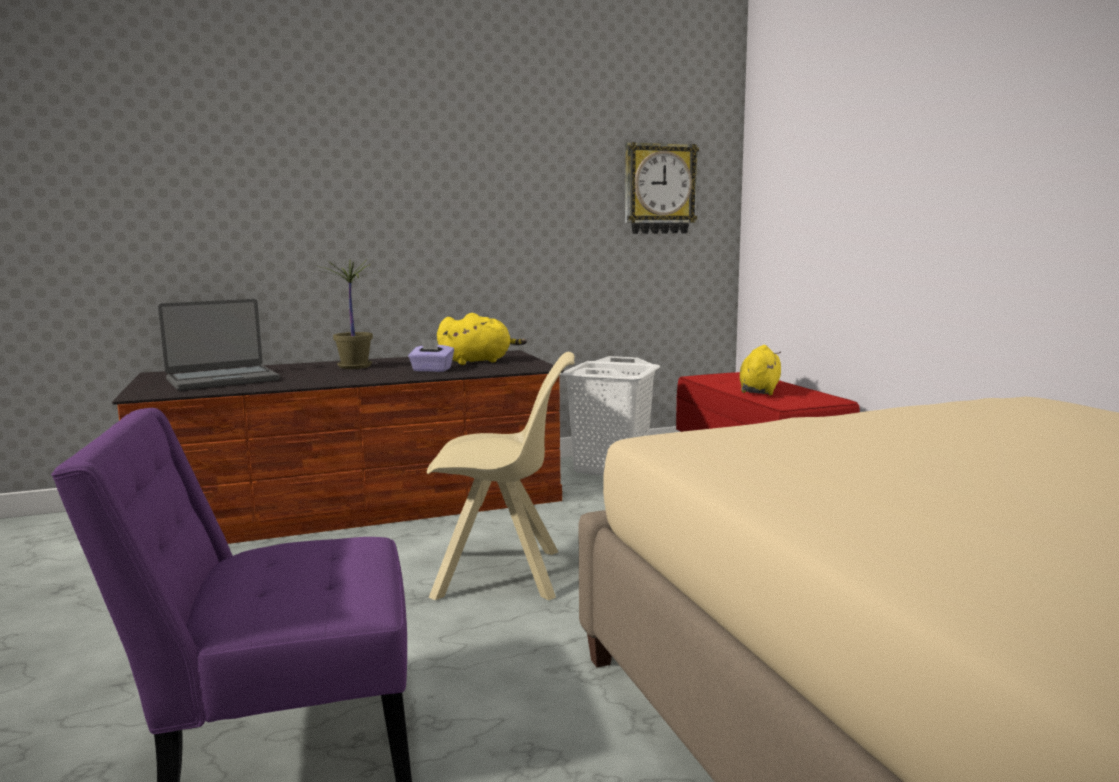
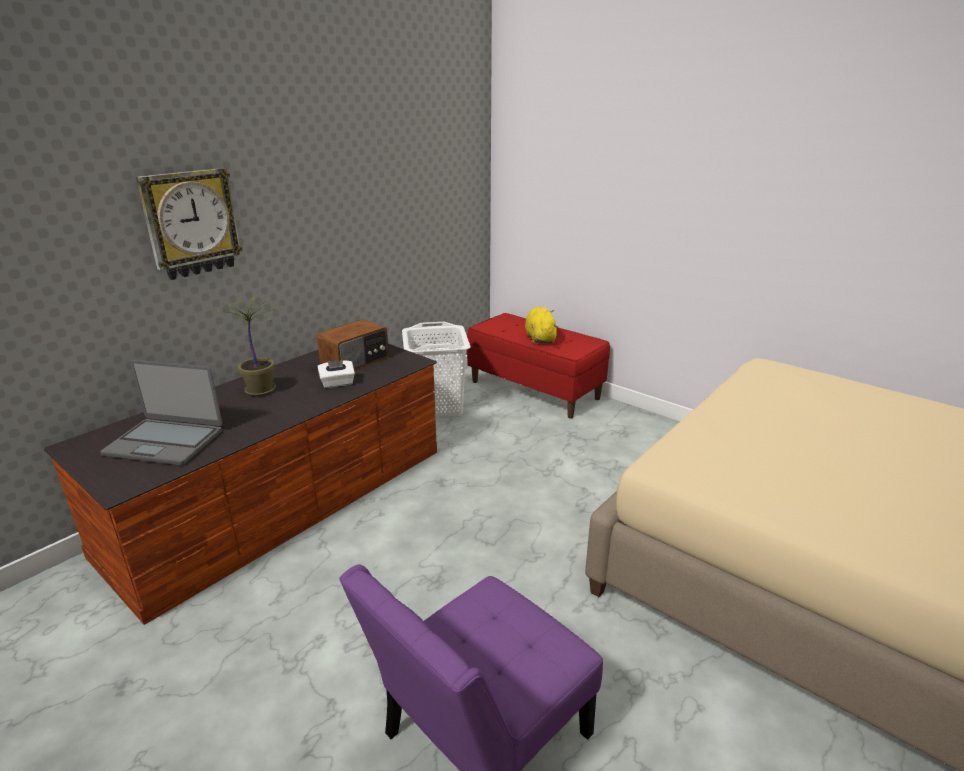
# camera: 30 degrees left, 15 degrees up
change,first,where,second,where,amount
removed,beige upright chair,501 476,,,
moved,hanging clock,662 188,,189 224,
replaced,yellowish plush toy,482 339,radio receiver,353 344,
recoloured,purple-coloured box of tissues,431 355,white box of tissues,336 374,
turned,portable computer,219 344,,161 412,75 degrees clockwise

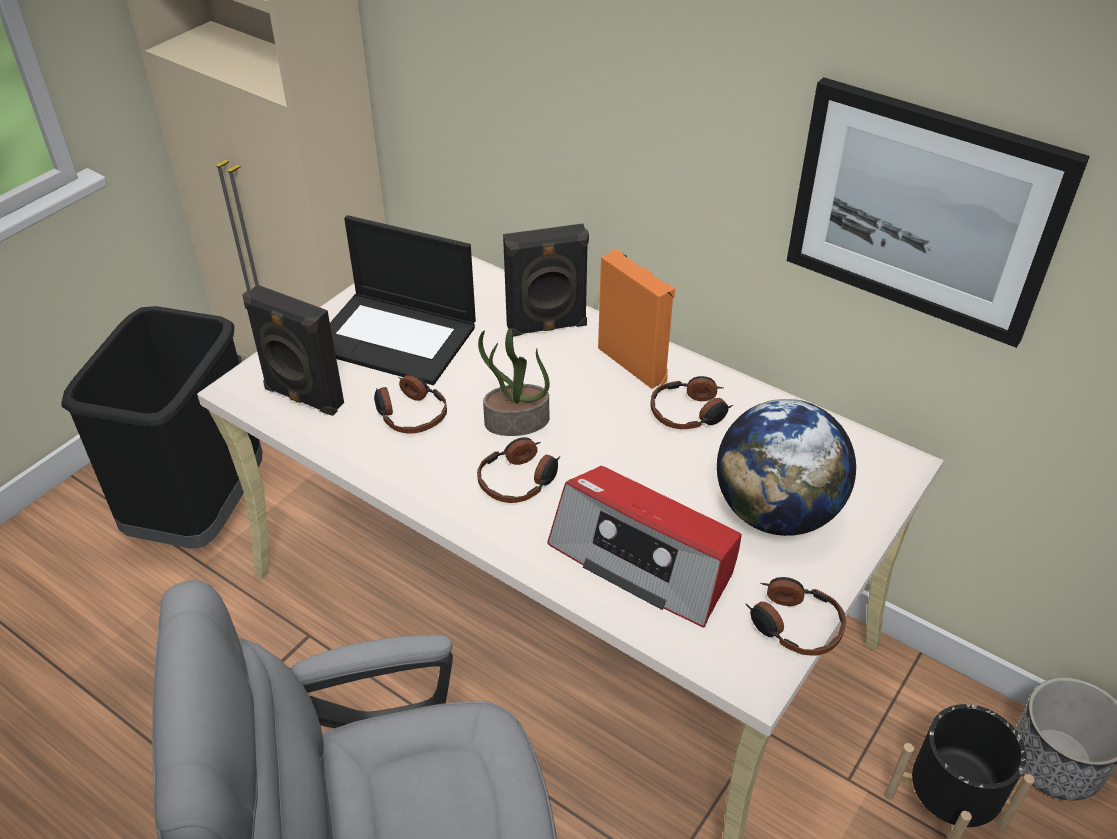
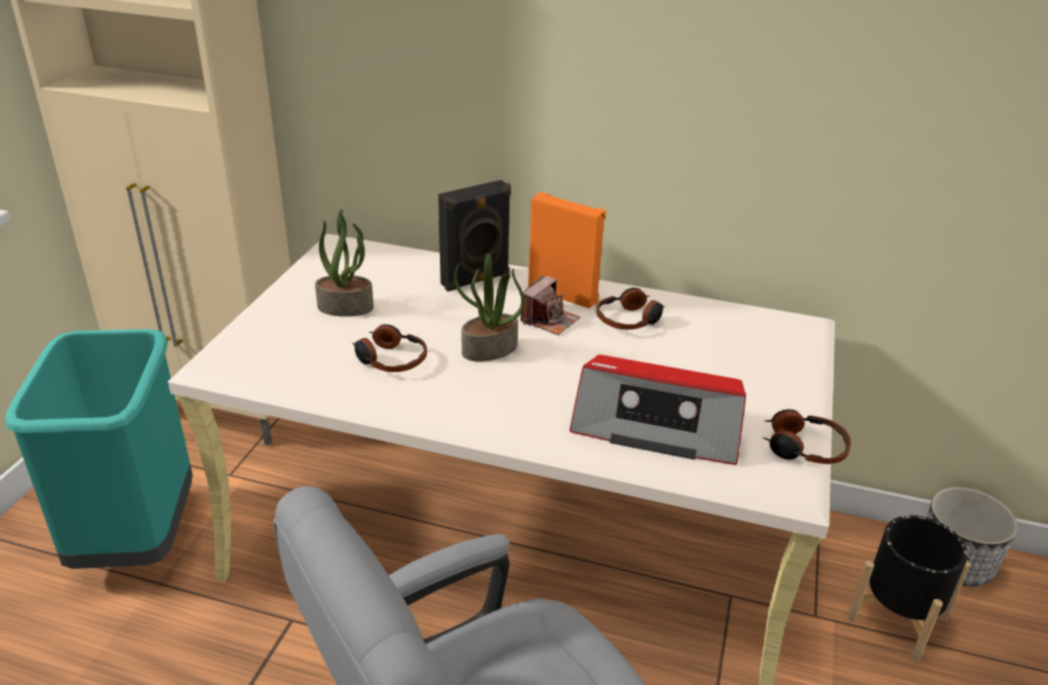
# camera: 20 degrees left, 10 degrees down
change,first,where,second,where,amount
removed,blackish audio speaker,293 350,,,
removed,headphones,518 470,,,
removed,world globe,786 467,,,
removed,wall art,938 212,,,
added,,,photo camera,550 305,
replaced,portable computer,403 300,houseplant,344 263,
recoloured,blackish rubbish bin,161 427,turquoise rubbish bin,99 449,

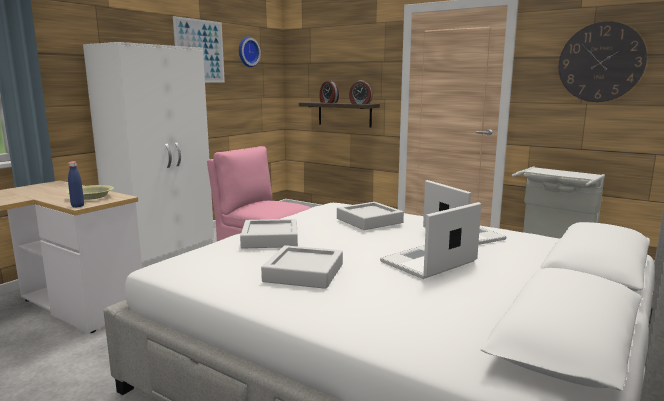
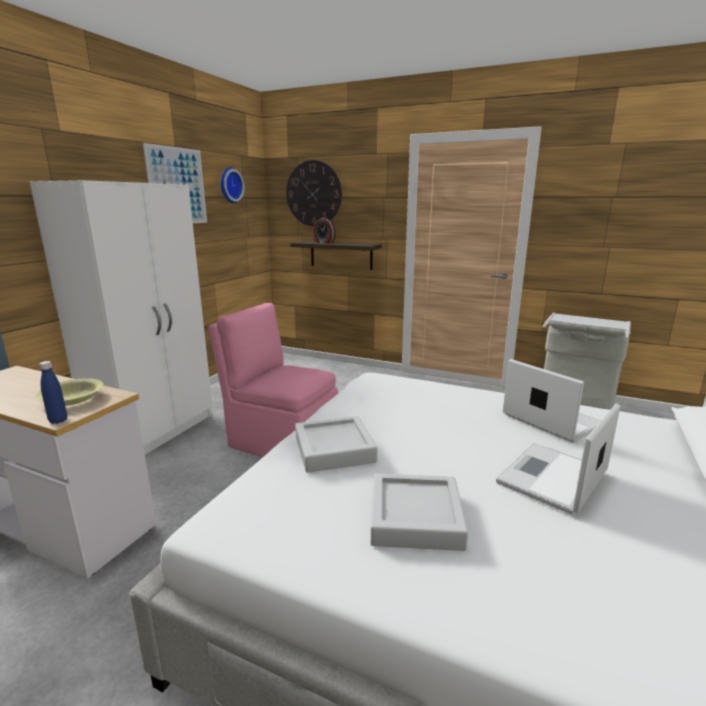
# camera: 10 degrees left, 5 degrees up
change,first,where,second,where,amount
removed,gray serving tray,370 216,,,
removed,bedside clock,361 92,,,
moved,hanging clock,603 61,,314 193,

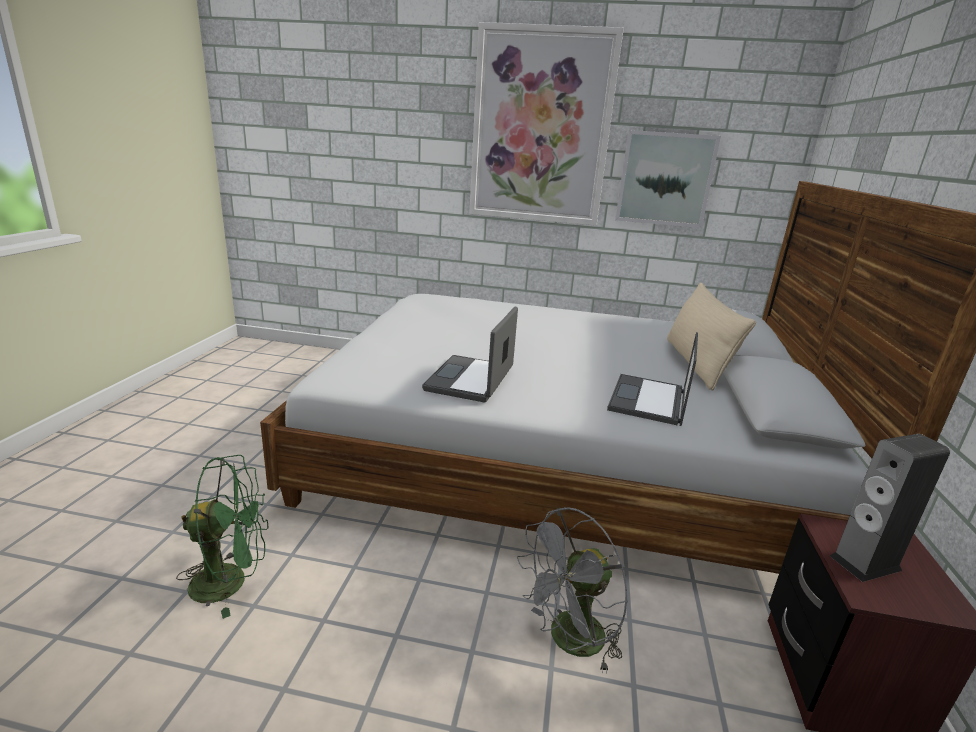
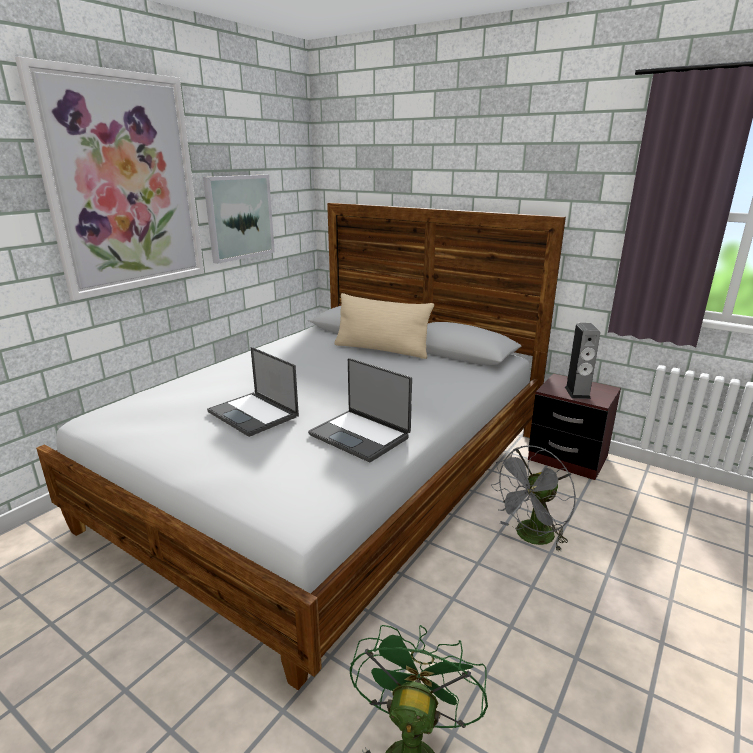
# camera: 65 degrees left, 0 degrees up
change,first,where,second,where,amount
moved,portable computer,652 379,,253 392,
turned,gray fan,572 590,,533 498,60 degrees clockwise

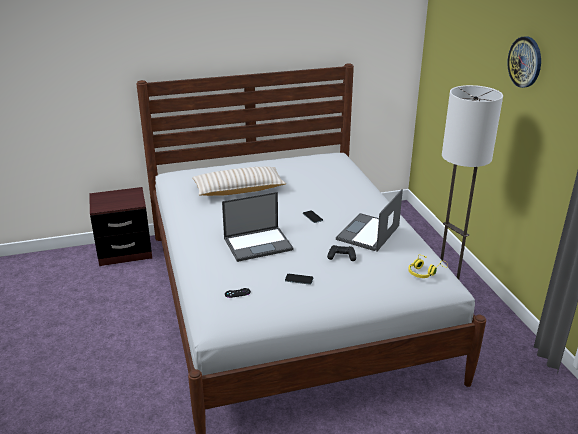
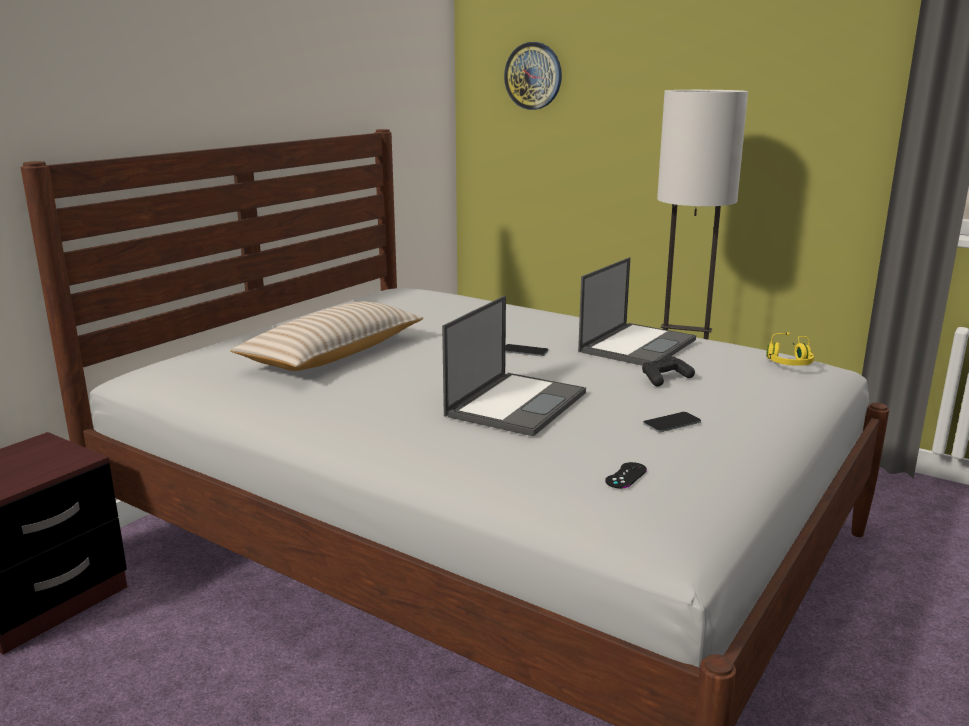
# camera: 40 degrees left, 10 degrees down
change,first,where,second,where,amount
moved,hanging clock,524 62,,533 76,
turned,portable computer,369 220,,637 311,135 degrees counterclockwise

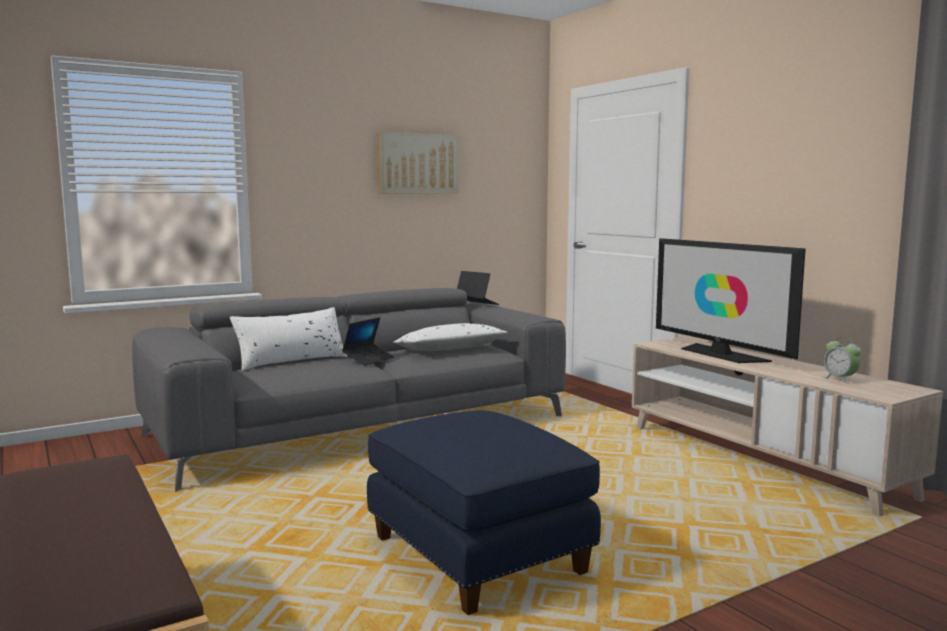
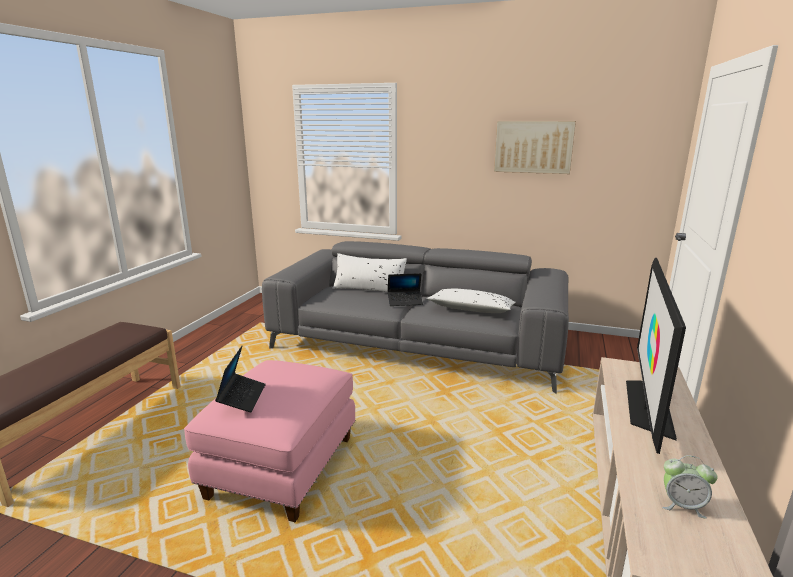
# camera: 50 degrees right, 10 degrees up
change,first,where,second,where,amount
moved,portable computer,478 288,,240 379,
recoloured,blue-coloured footrest,484 512,pinkish footrest,270 441,
turned,bedside clock,841 360,,690 487,90 degrees counterclockwise

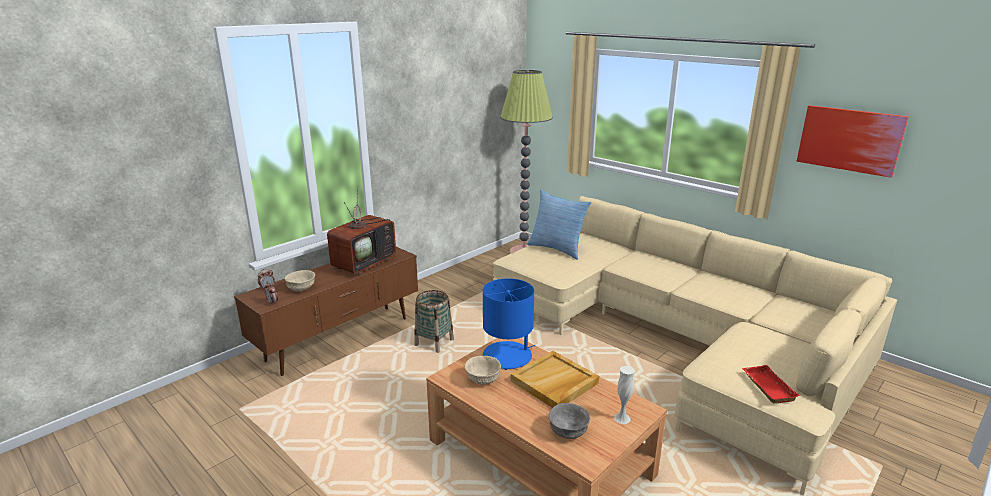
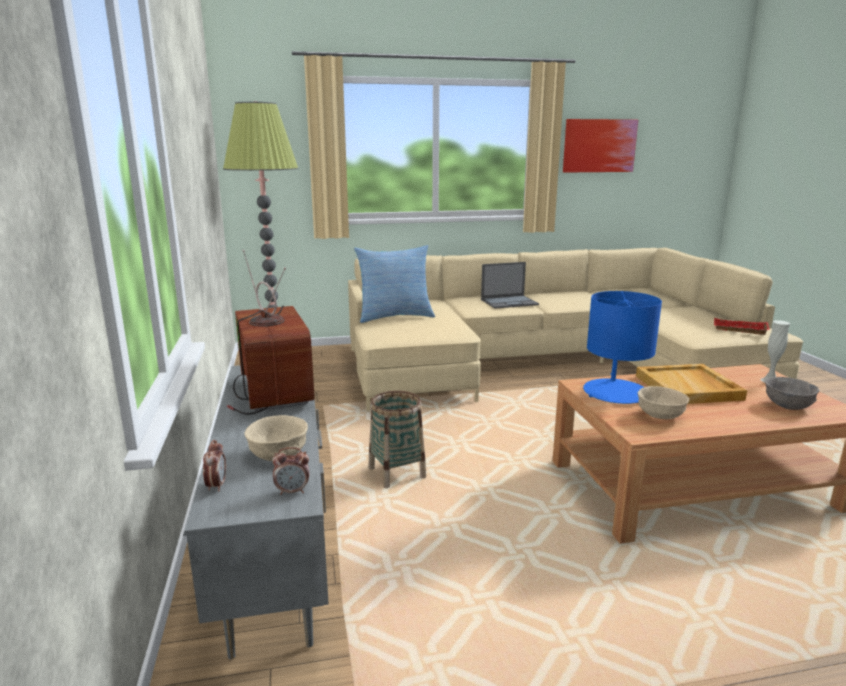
# camera: 55 degrees left, 5 degrees down
change,first,where,second,where,amount
added,,,portable computer,510 285,
recoloured,brownish media console,326 311,gray media console,256 512,

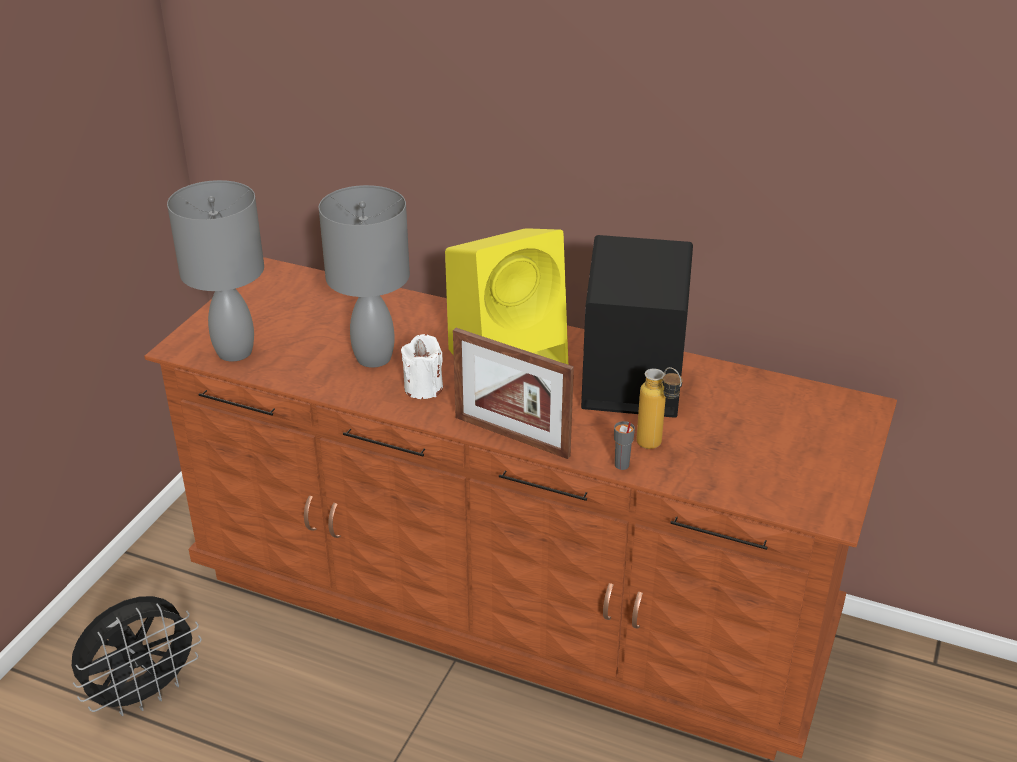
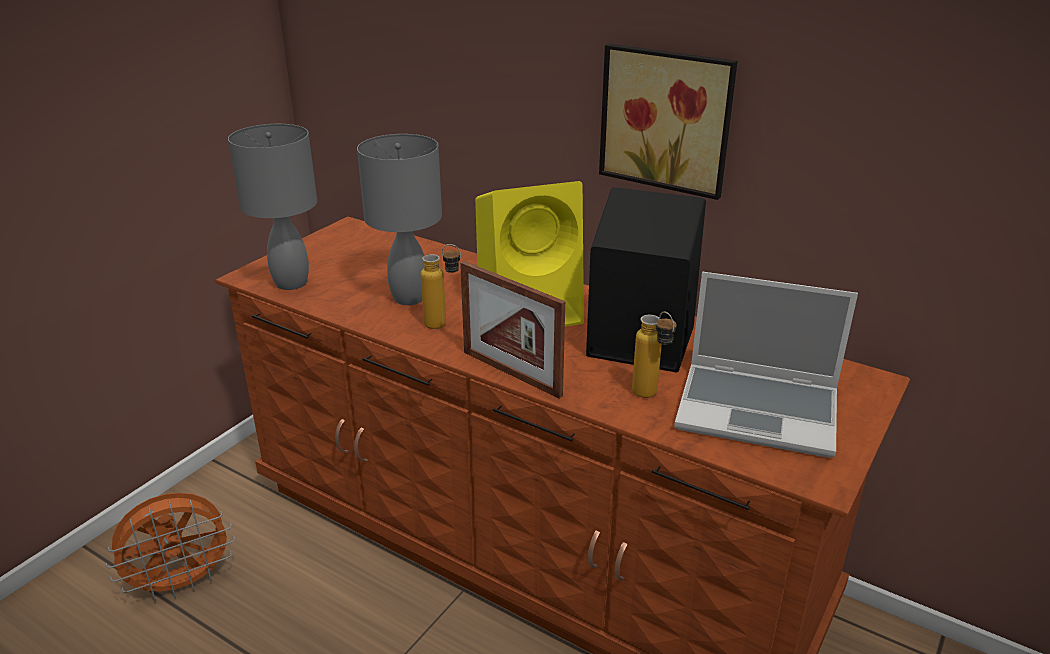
# camera: 10 degrees right, 5 degrees down
change,first,where,second,where,amount
removed,gray cup,624 445,,,
added,,,wall art,668 122,
added,,,portable computer,766 365,
replaced,white candle,422 366,beverage bottle,441 286,
recoloured,blackish fan,137 656,orange fan,170 547,

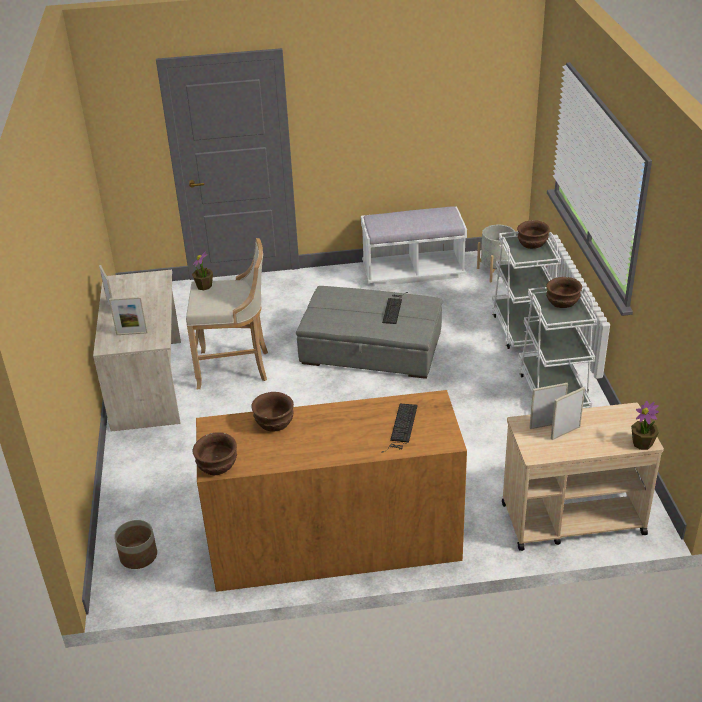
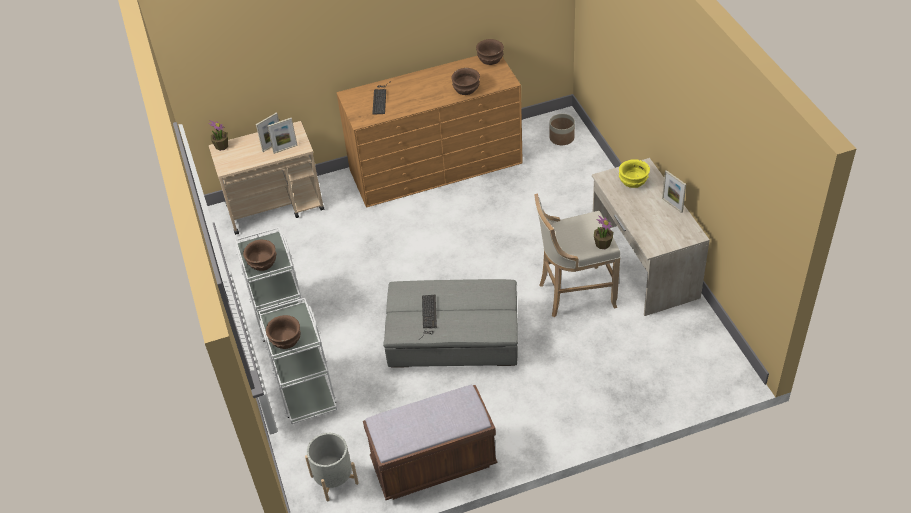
# camera: 170 degrees right, 10 degrees up
change,first,where,second,where,amount
replaced,standing frame,128 316,yellowish deep dish,634 173,
recoloured,white indoor bench,414 246,brownish indoor bench,430 442,

